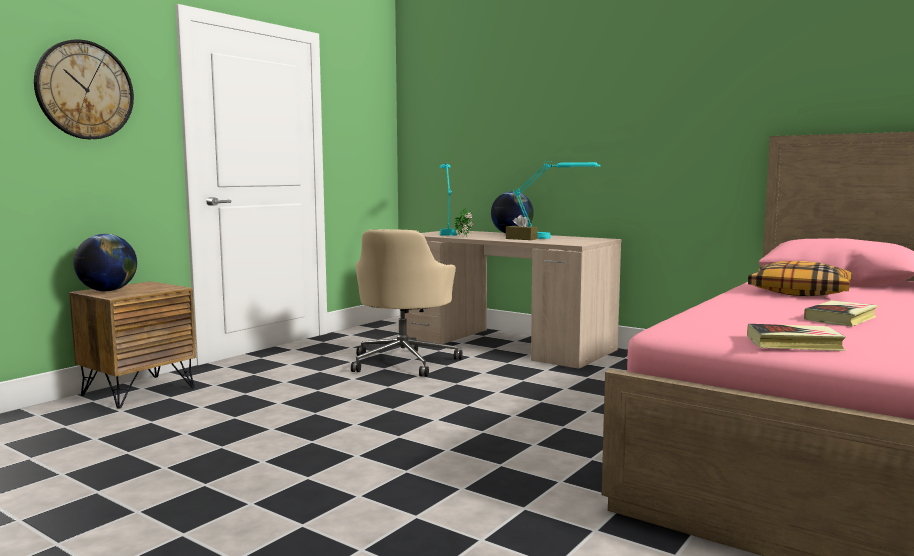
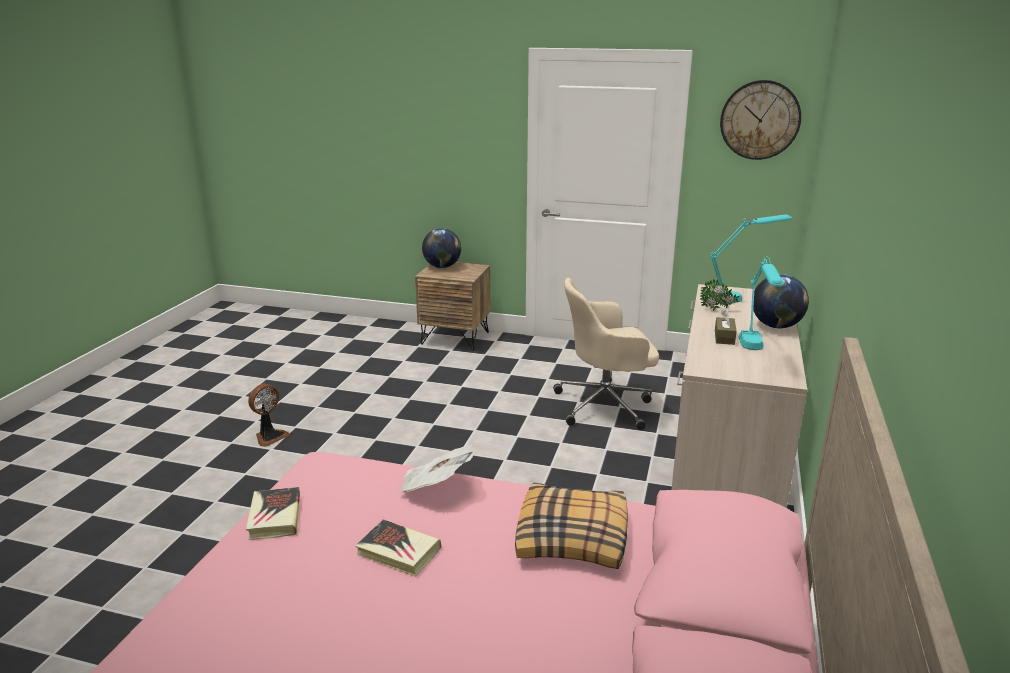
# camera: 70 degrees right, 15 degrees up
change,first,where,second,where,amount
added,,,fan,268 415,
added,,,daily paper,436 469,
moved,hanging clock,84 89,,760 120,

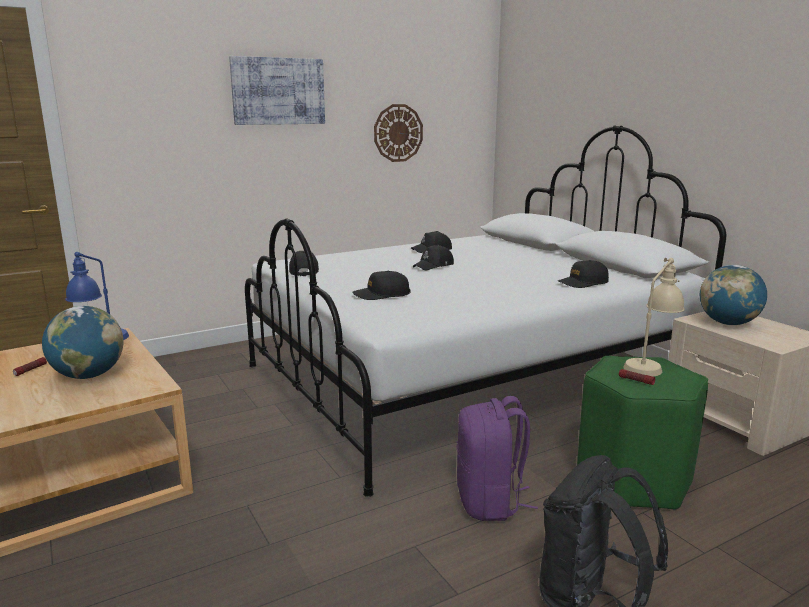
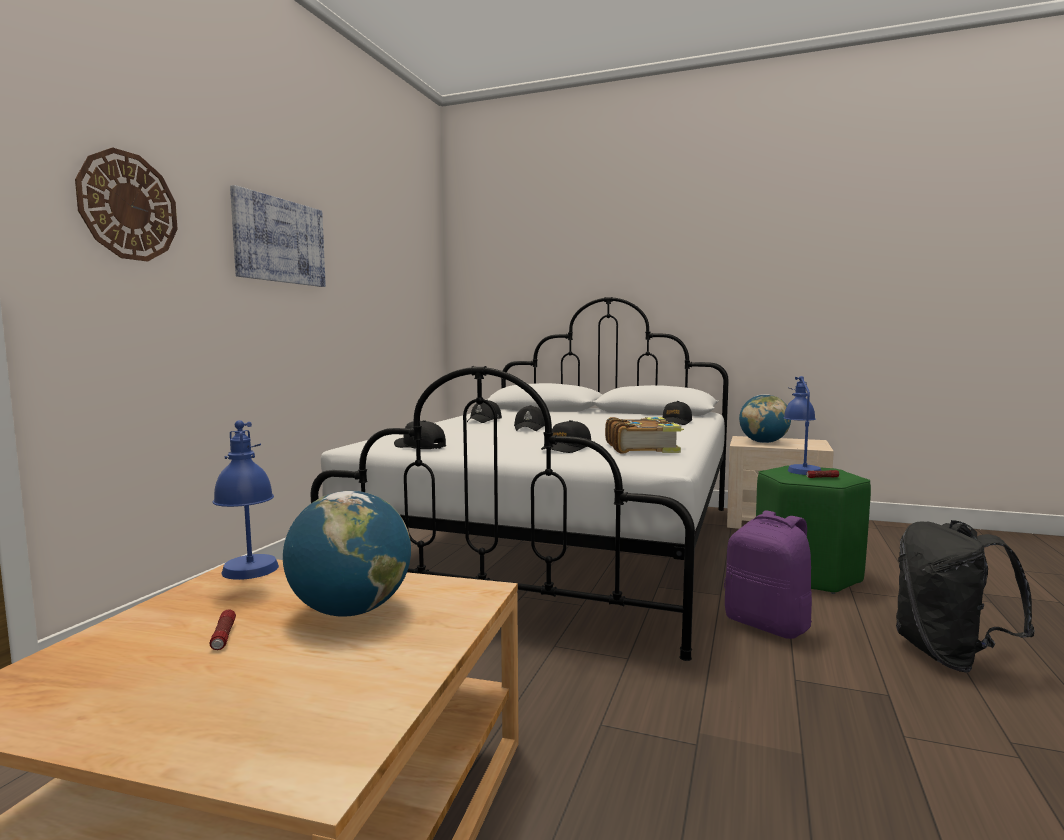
# camera: 40 degrees left, 10 degrees down
change,first,where,second,where,amount
added,,,book,644 435,
moved,hanging clock,398 133,,126 204,
recoloured,beige table lamp,654 317,blue-coloured table lamp,802 425,

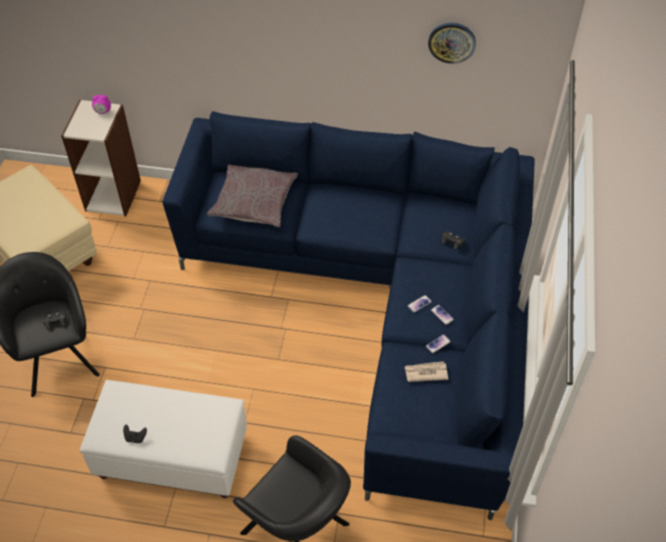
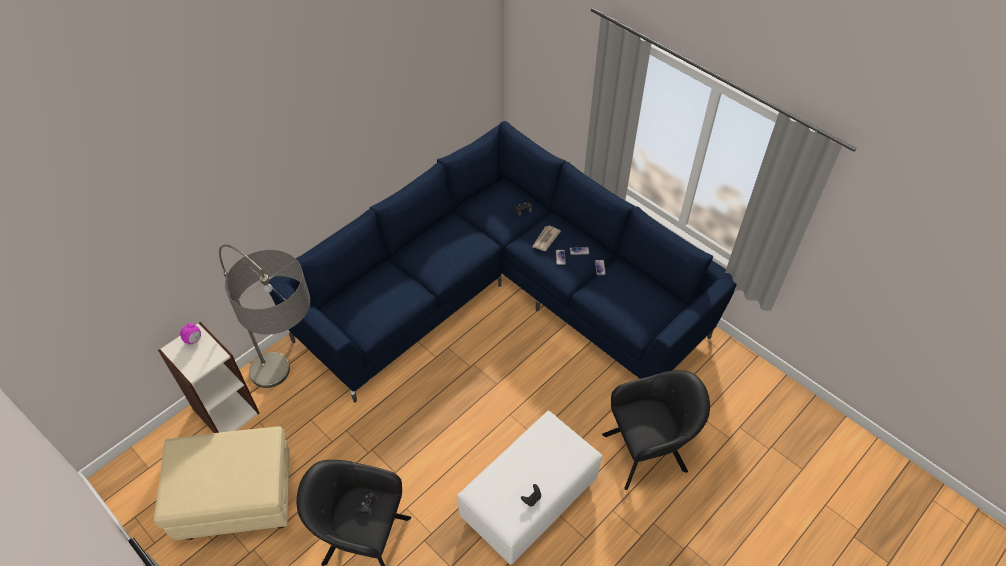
# camera: 55 degrees left, 0 degrees up
change,first,where,second,where,amount
removed,gray cushion,252 196,,,
removed,hanging clock,452 43,,,
added,,,floor lamp,264 316,
moved,daily paper,426 371,,547 238,

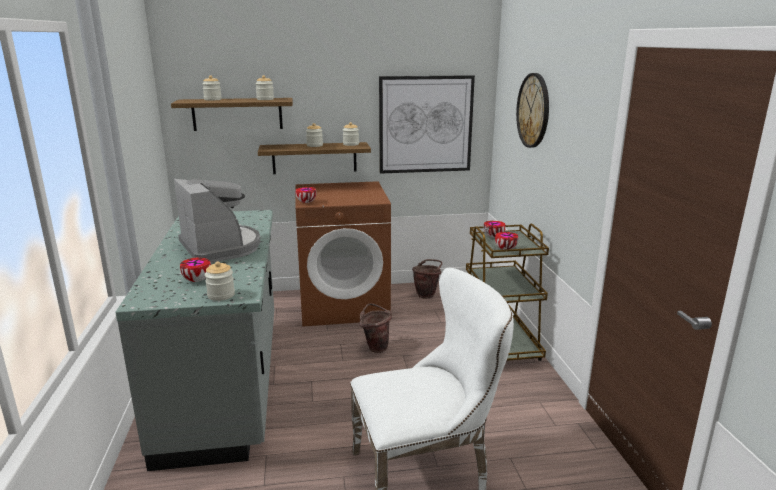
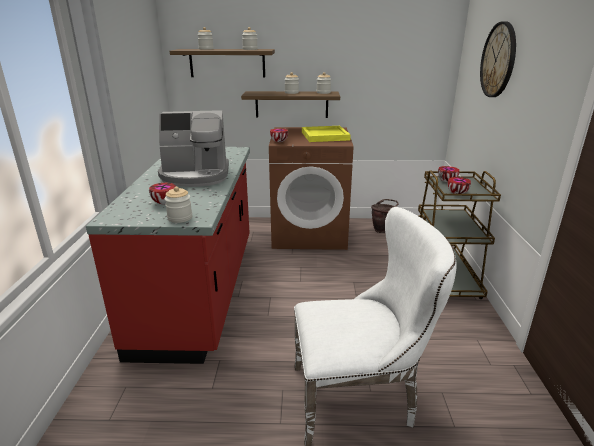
# camera: 10 degrees right, 5 degrees up
change,first,where,second,where,amount
removed,brownish water bucket,376 328,,,
removed,wall art,427 124,,,
added,,,yellowish serving tray,326 134,
recoloured,gray kitchen counter,194 340,reddish kitchen counter,168 255,
turned,coffee machine,217 221,,193 148,105 degrees clockwise

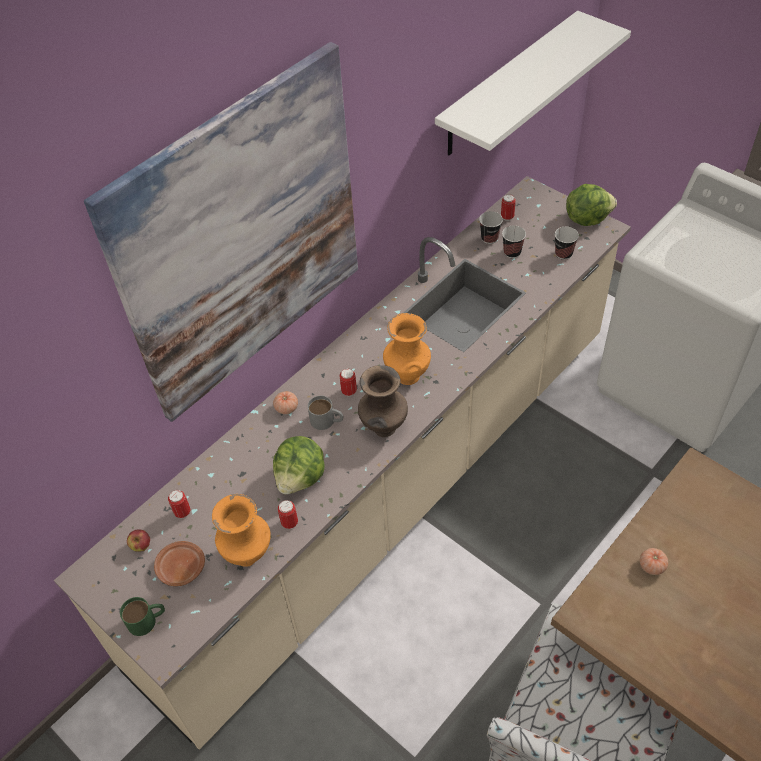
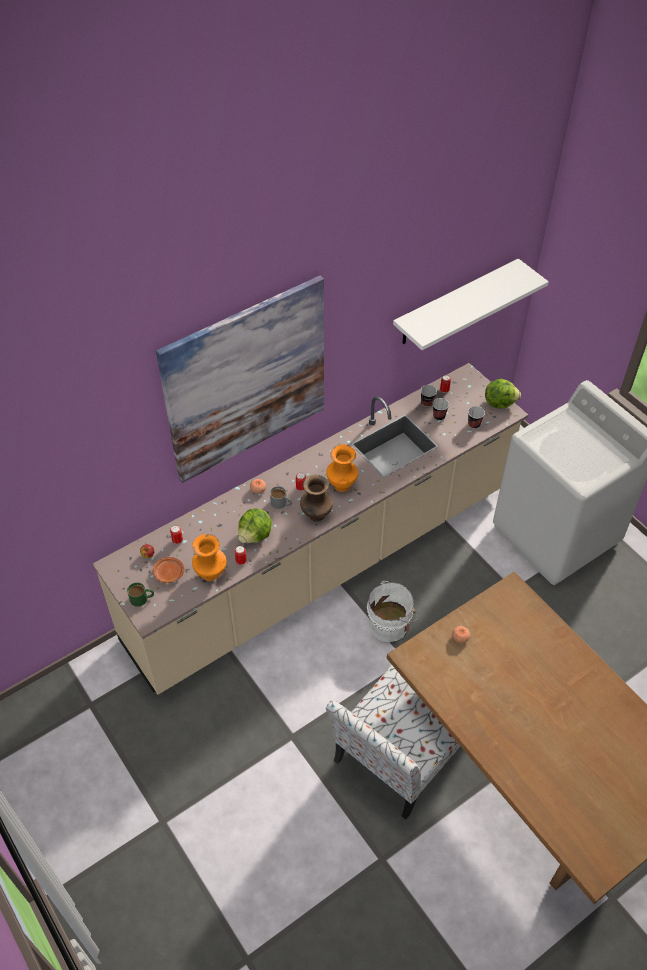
# camera: 10 degrees right, 0 degrees up
change,first,where,second,where,amount
added,,,white water bucket,392 611,

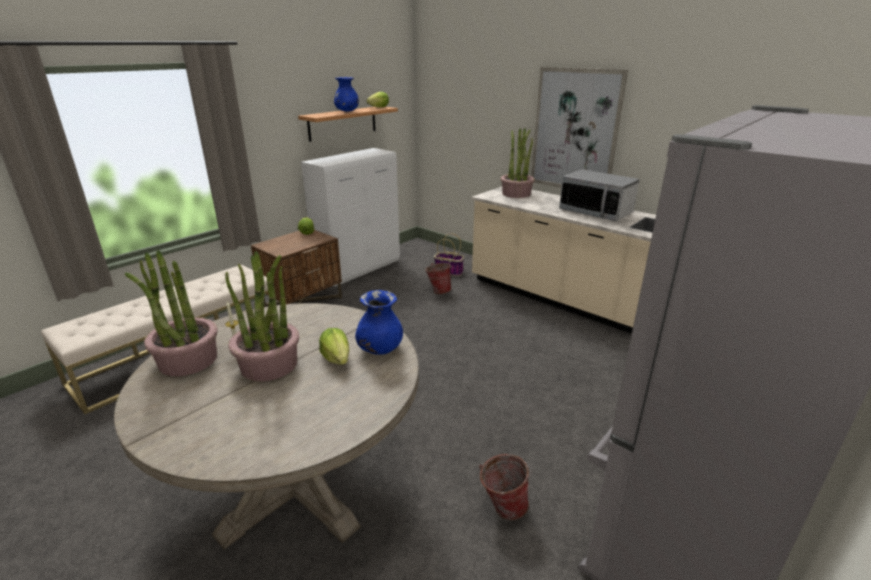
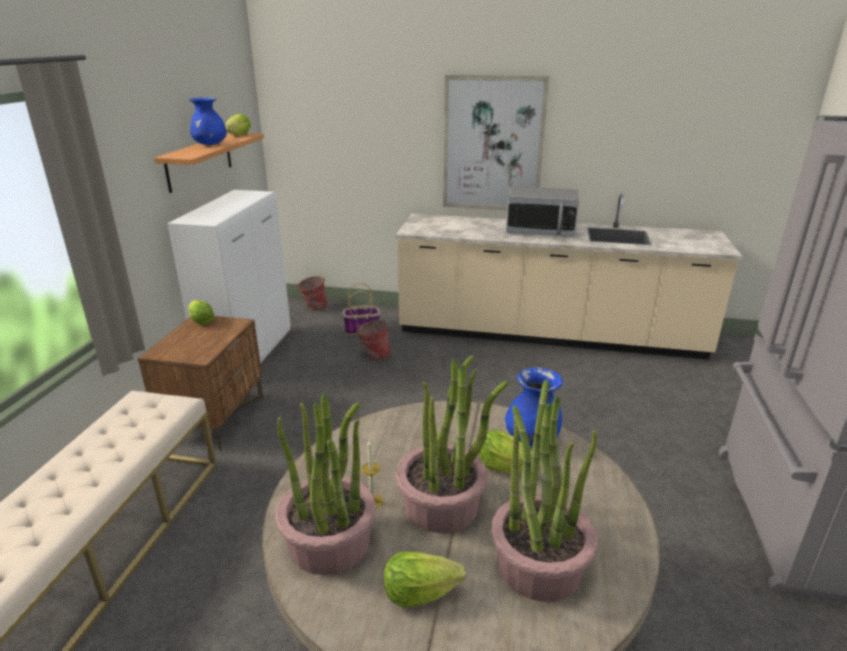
# camera: 30 degrees left, 0 degrees up
change,first,where,second,where,amount
added,,,head of lettuce,425 579,
moved,water bucket,505 487,,312 293,
moved,houseplant,517 163,,544 490,

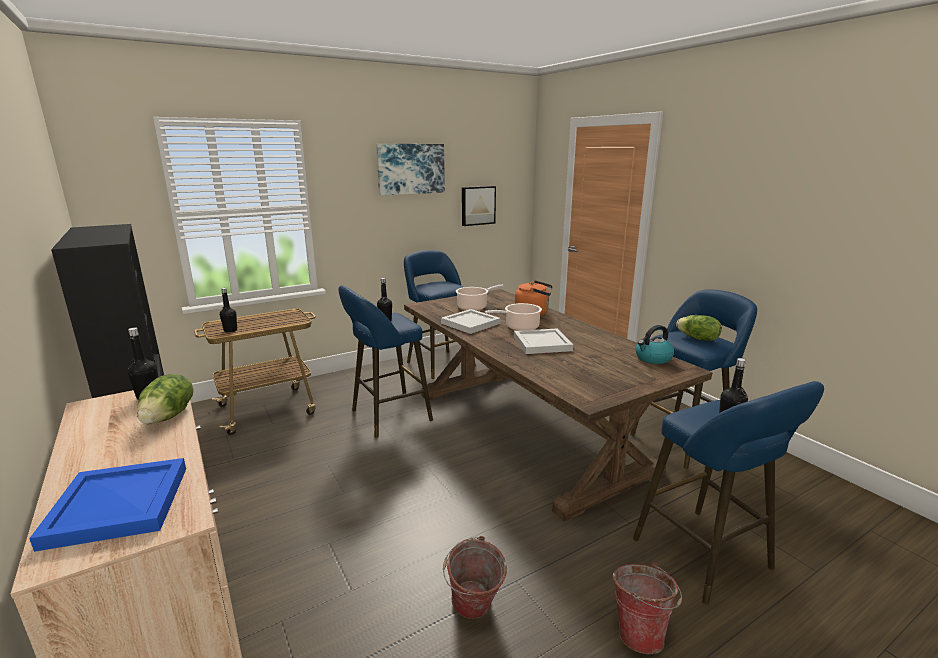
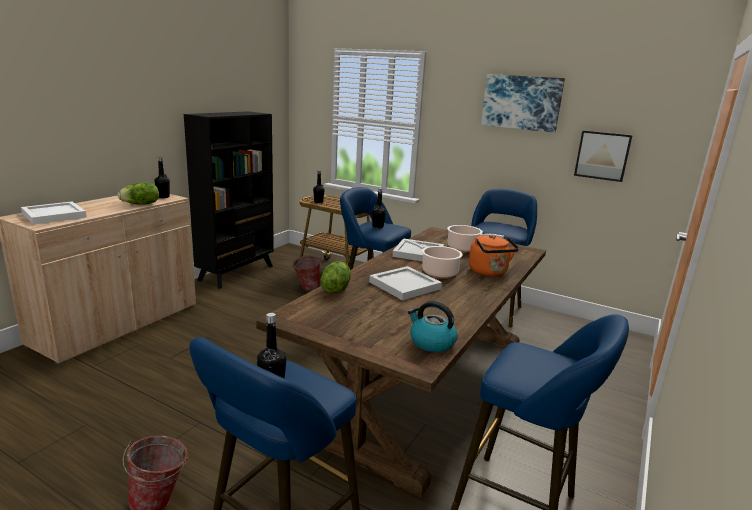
# camera: 60 degrees right, 0 degrees up
change,first,where,second,where,amount
moved,water bucket,475 577,,306 273,
moved,head of lettuce,699 328,,336 278,
recoloured,blue-coloured serving tray,107 505,white serving tray,54 212,

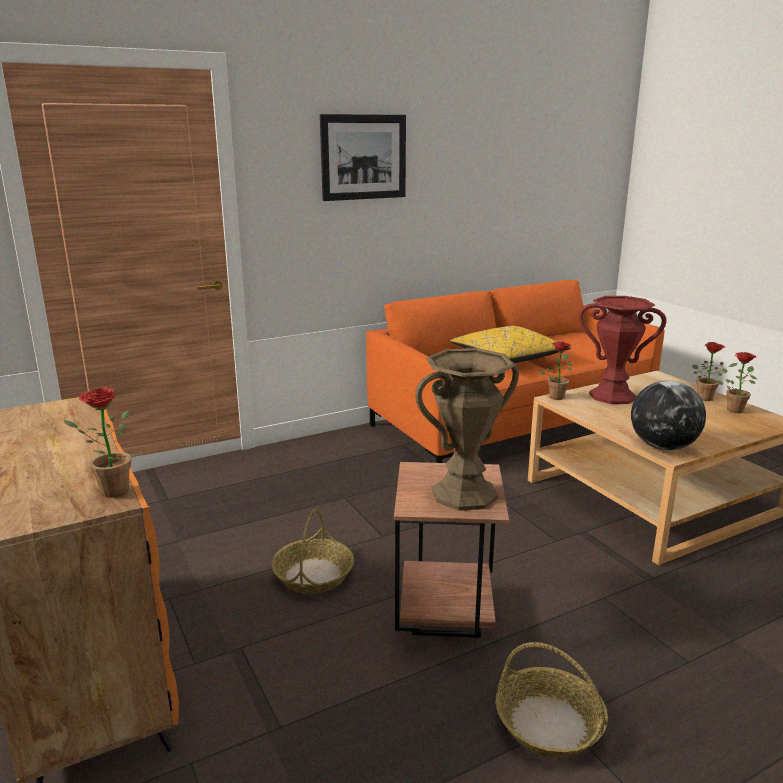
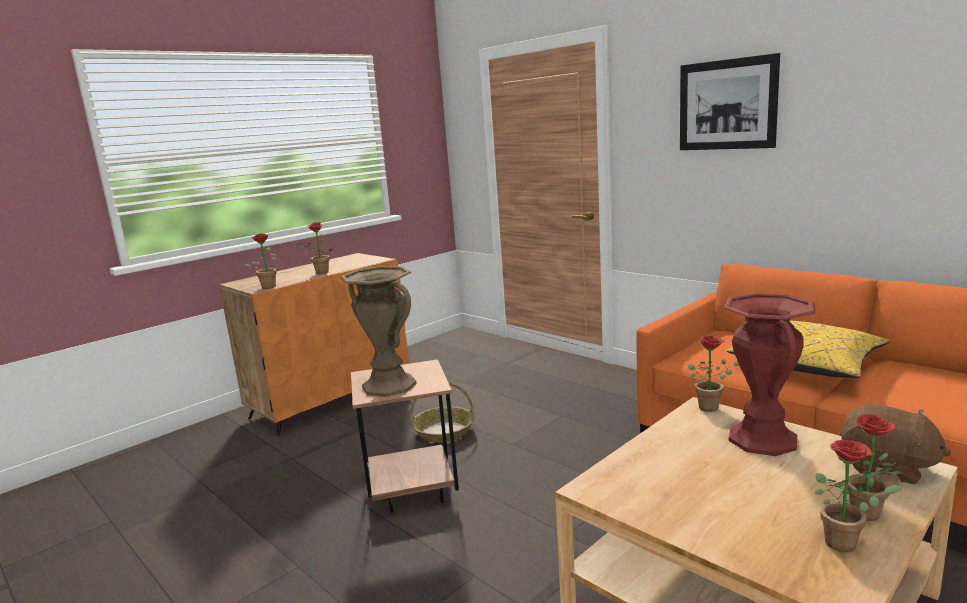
# camera: 75 degrees right, 5 degrees down
change,first,where,second,where,amount
removed,basket,551 700,,,
removed,world globe,668 415,,,
added,,,houseplant,315 248,
added,,,brownish plush toy,895 444,

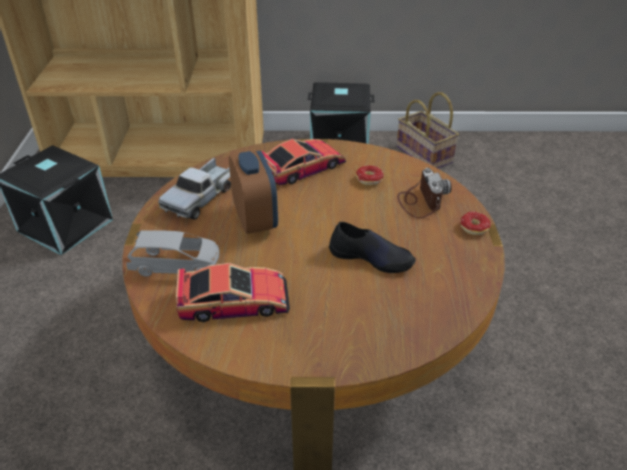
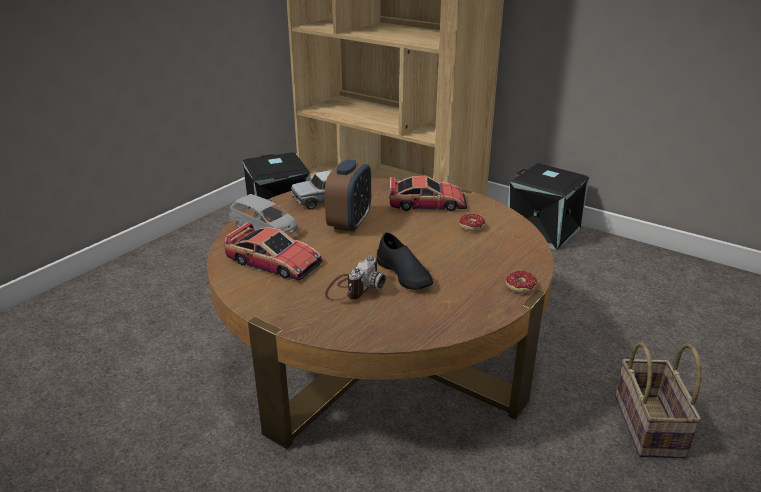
# camera: 35 degrees right, 10 degrees down
change,first,where,second,where,amount
moved,basket,428 130,,658 400,
moved,photo camera,424 193,,355 278,

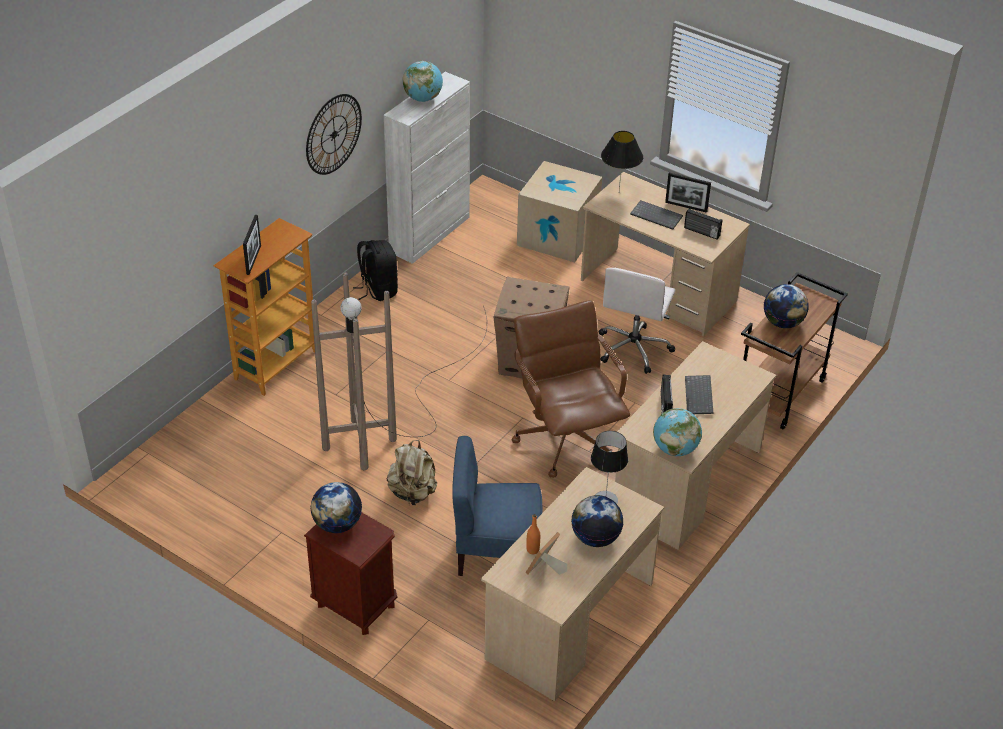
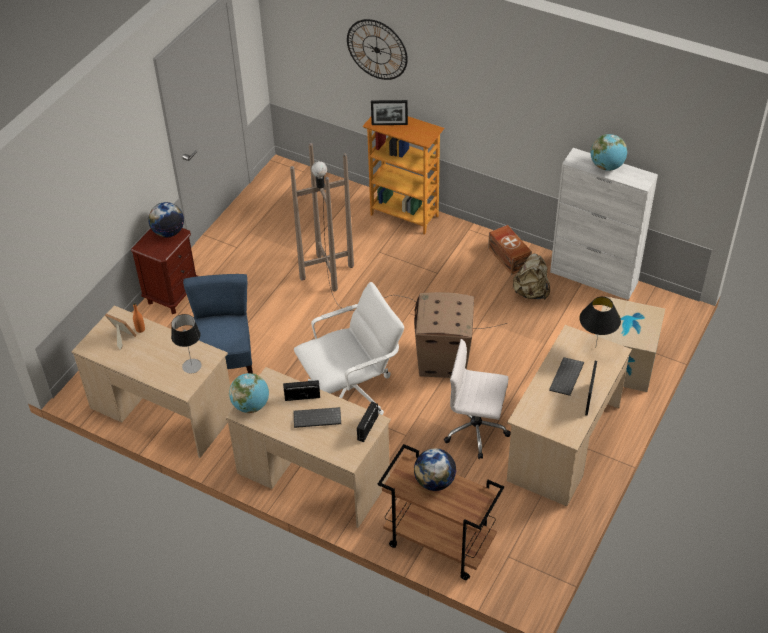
# camera: 85 degrees right, 5 degrees up
change,first,where,second,where,amount
removed,world globe,597 521,,,
moved,hanging clock,334 134,,377 49,
moved,beige rucksack,412 472,,531 277,
moved,radio receiver,703 224,,367 422,
replaced,blackish rucksack,375 270,brownish storage bin,510 250,
recoloured,brownish office chair,571 389,white office chair,349 348,

